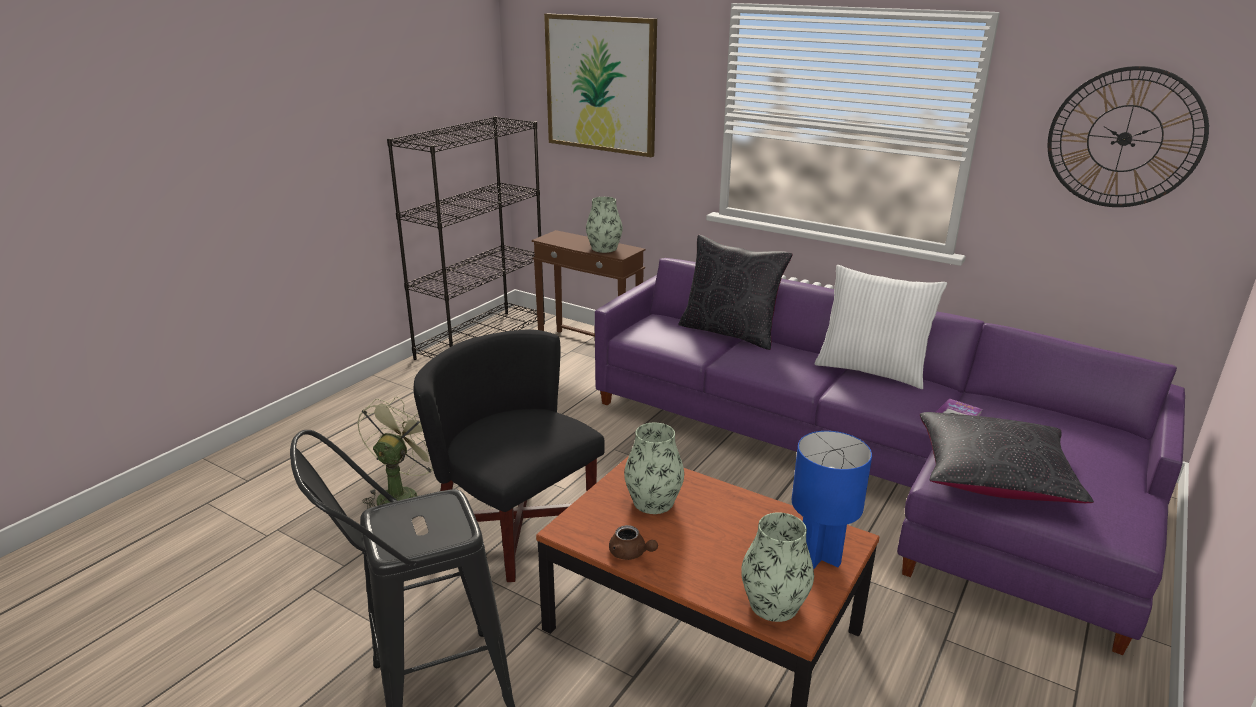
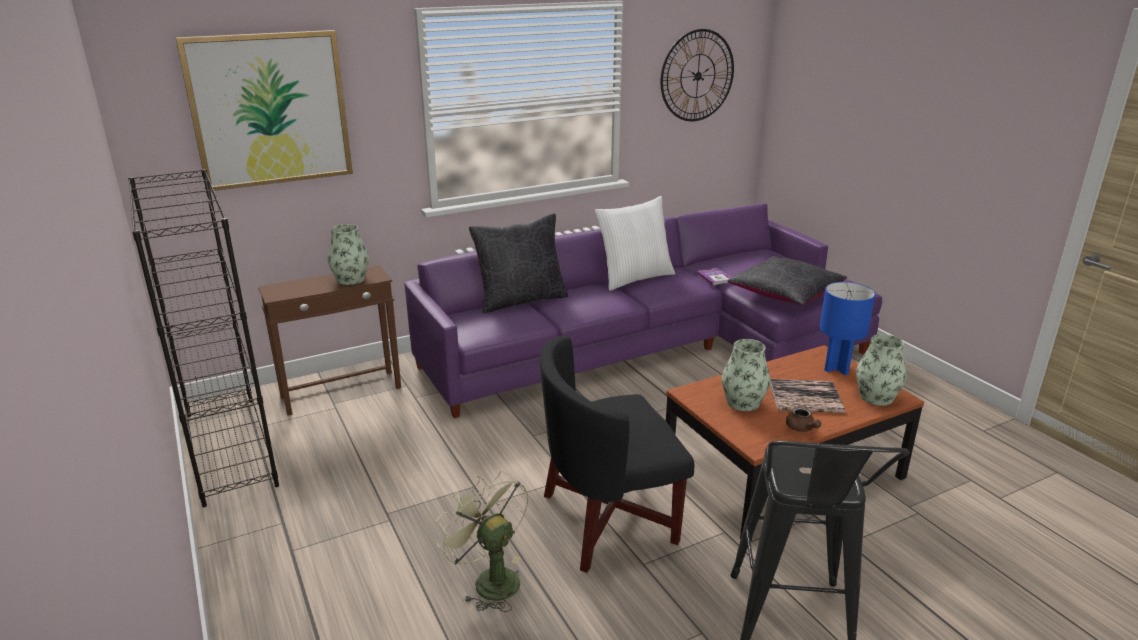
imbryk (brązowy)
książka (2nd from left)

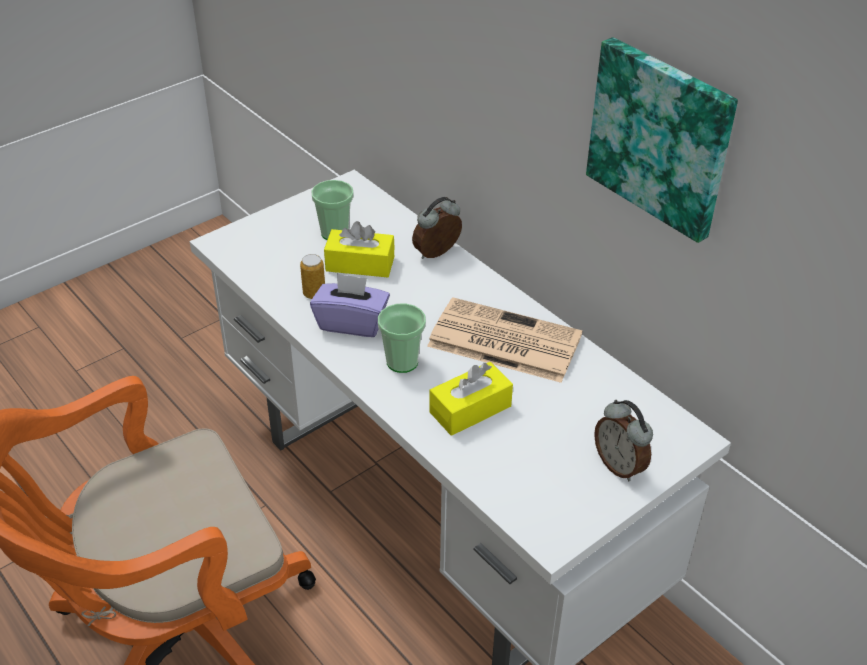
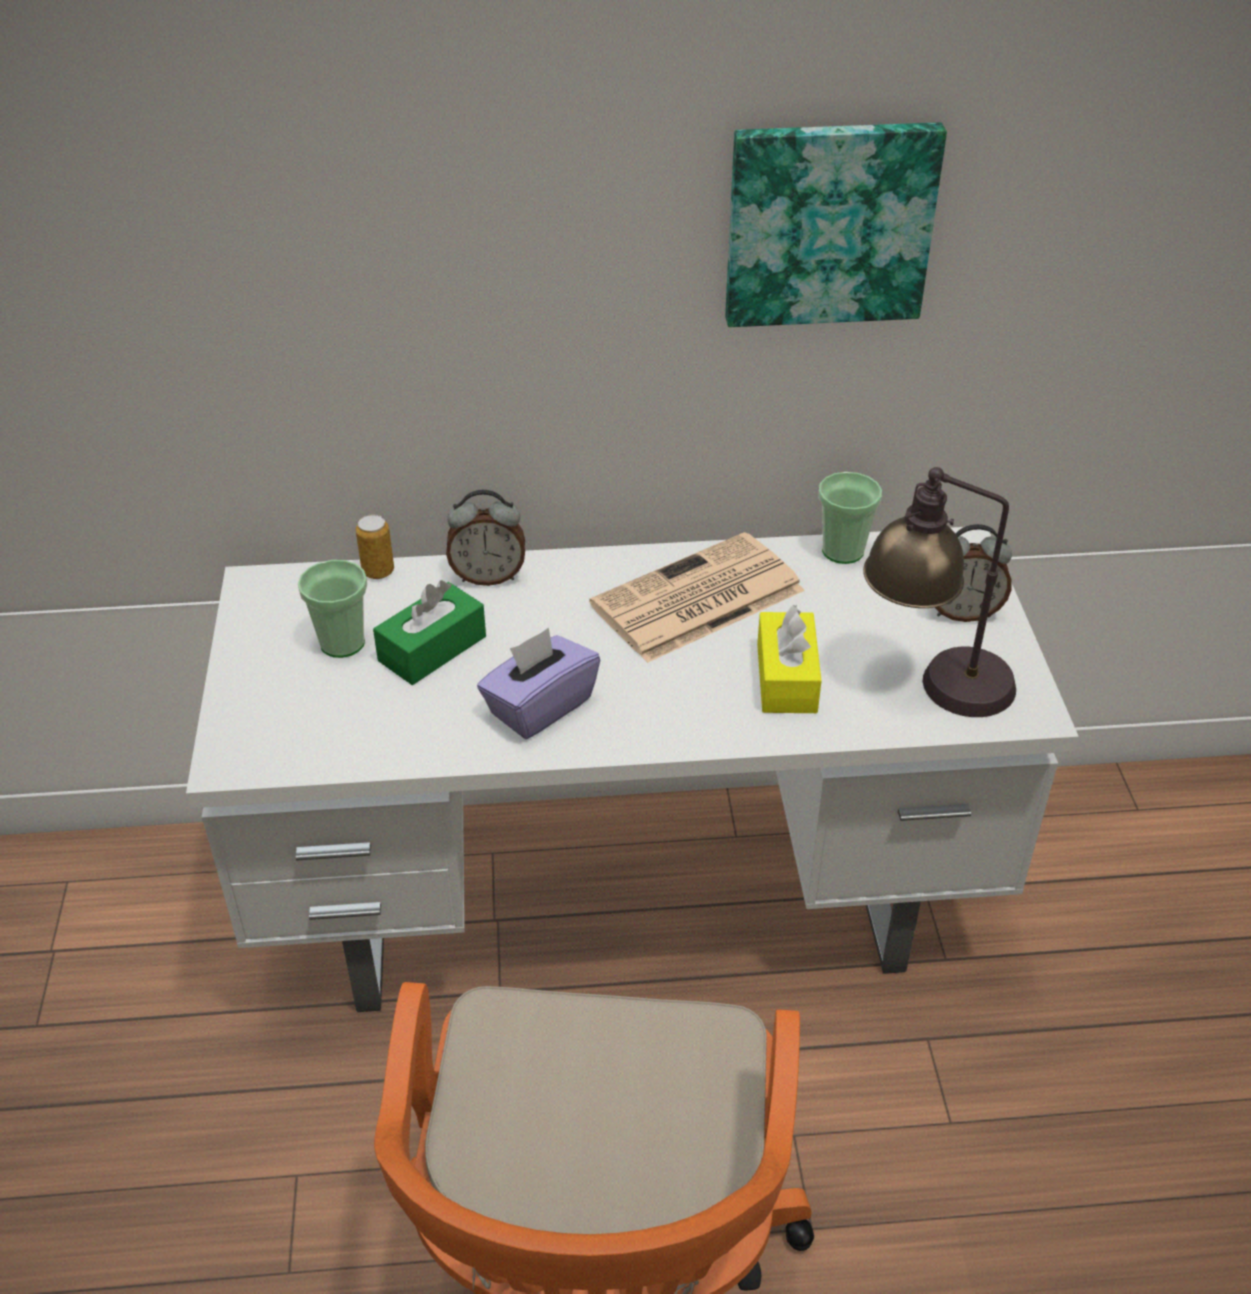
puszka
pudełko chusteczek (zielony)
filiżanka (2nd from left)
budzik (1st from left)
lampa stołowa

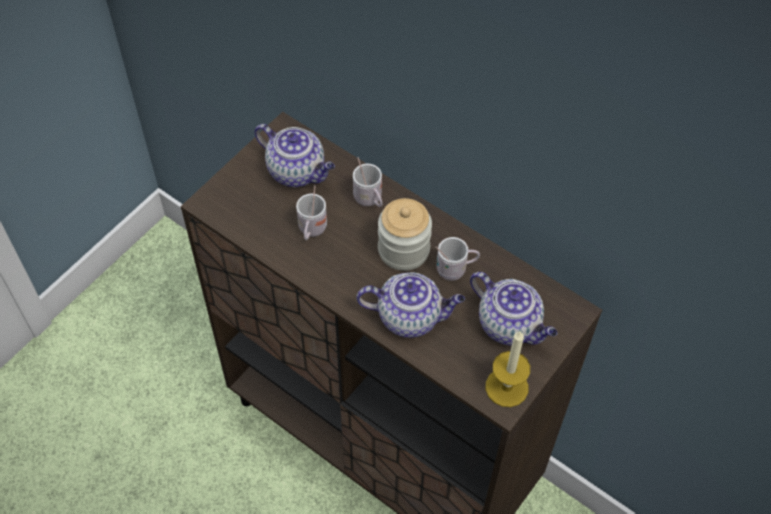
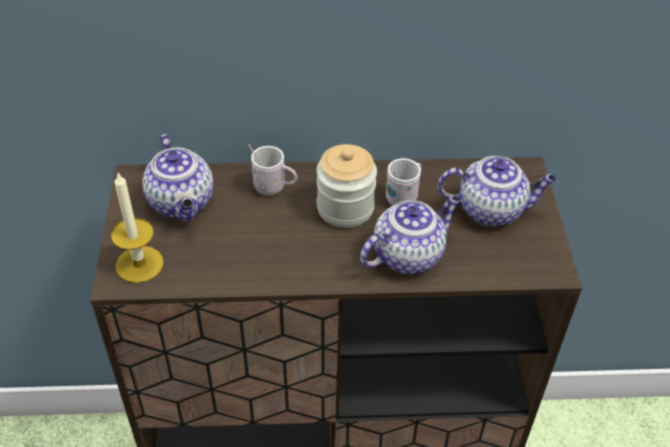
imbryk (1st from left)
kubek (biały) (1st from left in the first image)
świeca

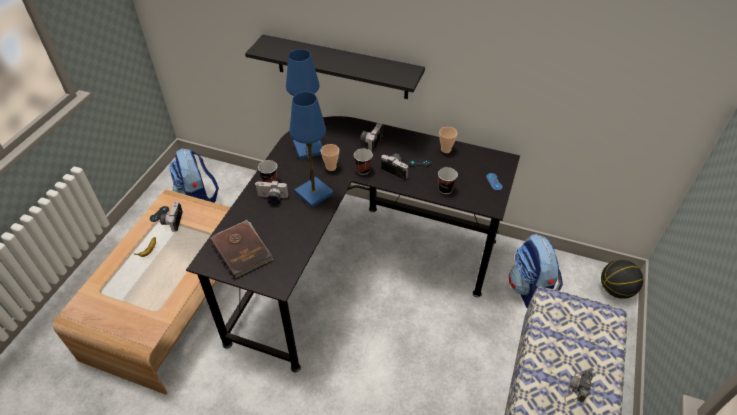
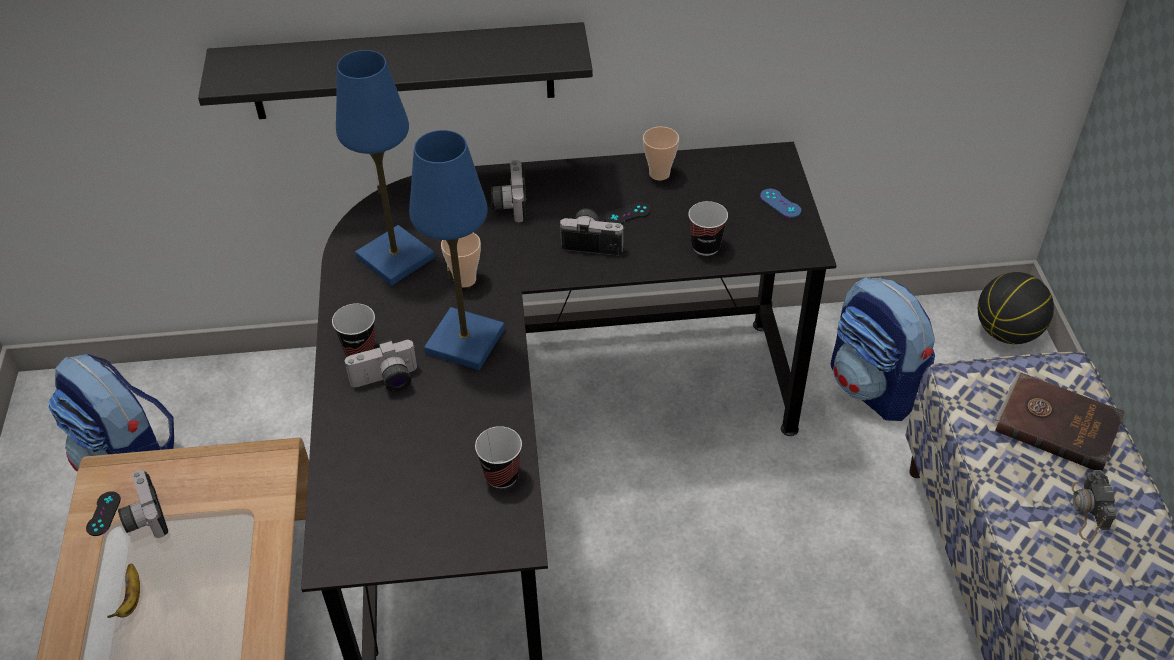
książka (brązowy)
filiżanka (3rd from left)

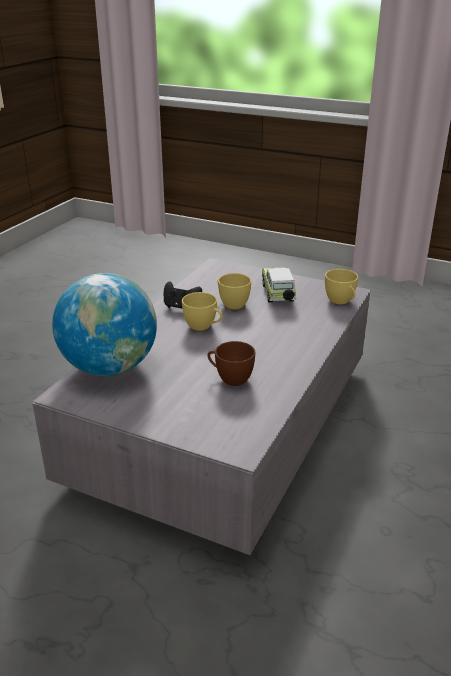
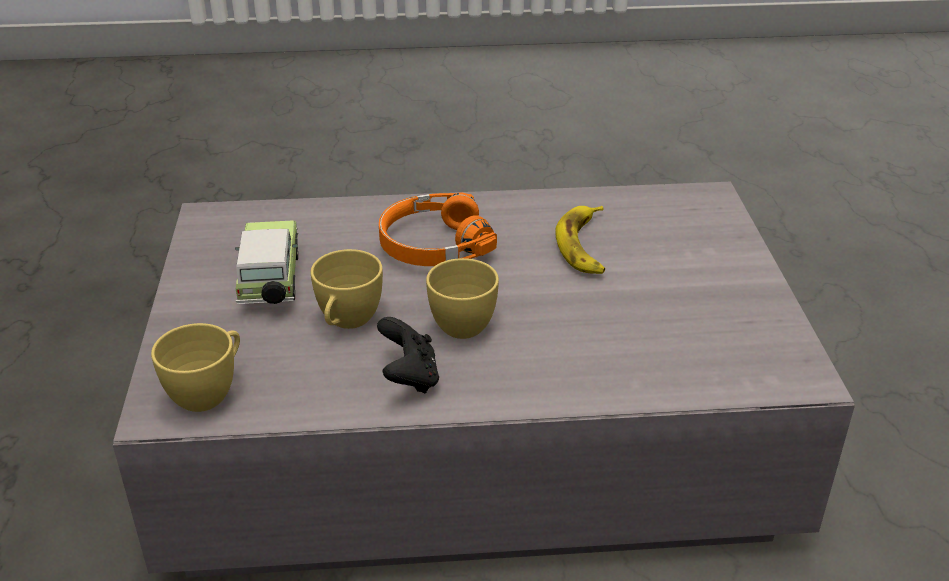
globus
banan
samochodzik
filiżanka (żółty) (1st from left)
słuchawki (pomarańczowy)

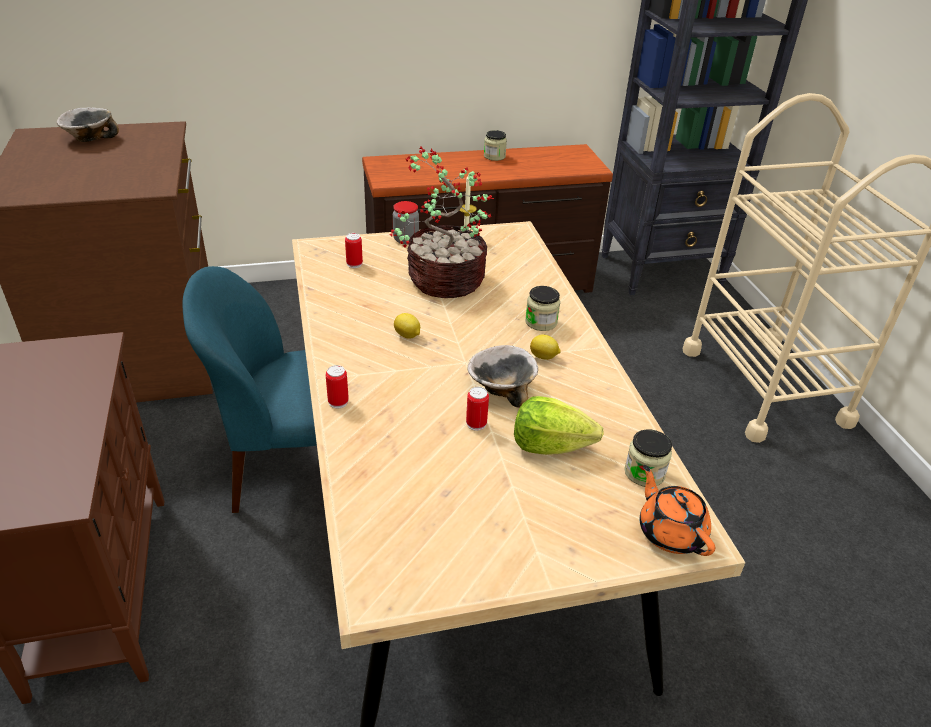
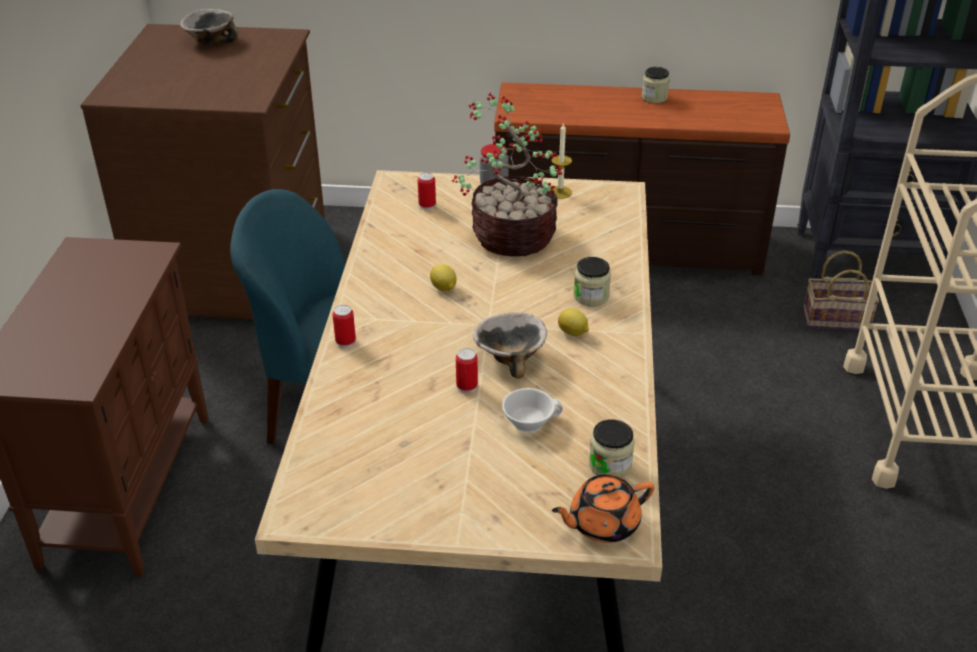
filiżanka (biały)
imbryk (pomarańczowy)
koszyk

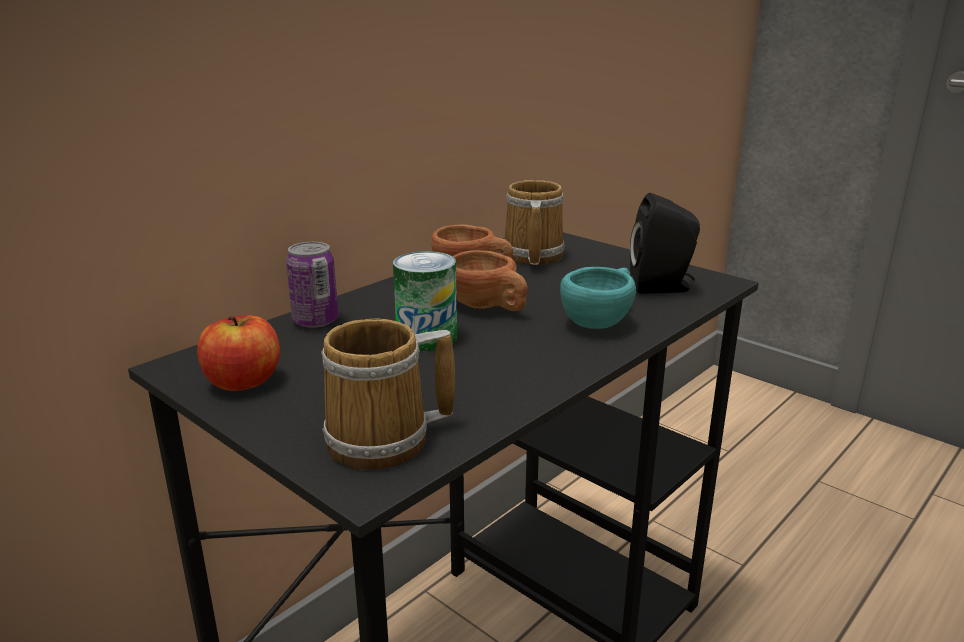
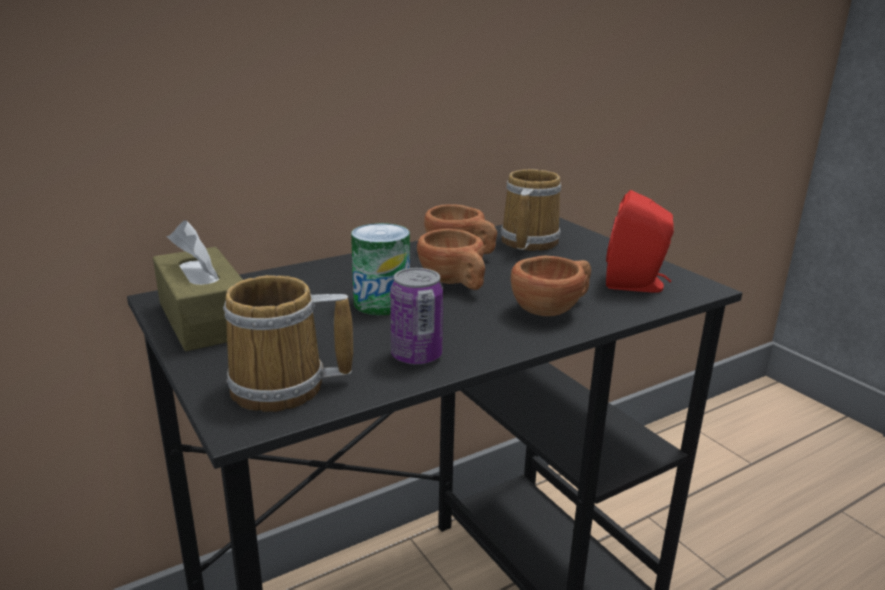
pudełko chusteczek (brązowy)
puszka (2nd from left)
filiżanka (brązowy) (3rd from left)
głośnik (czerwony)

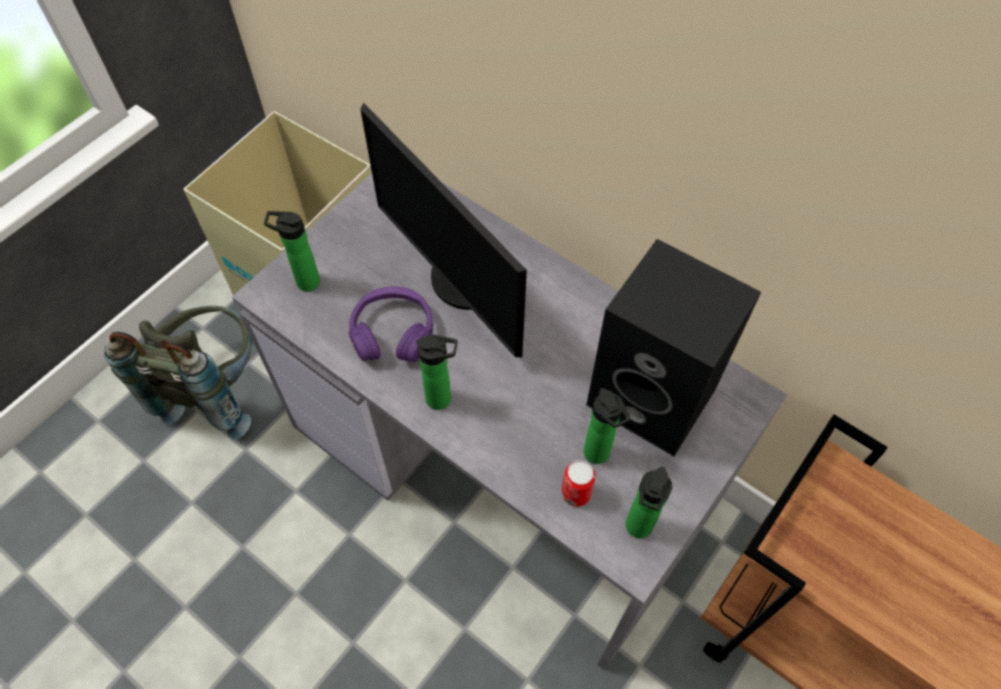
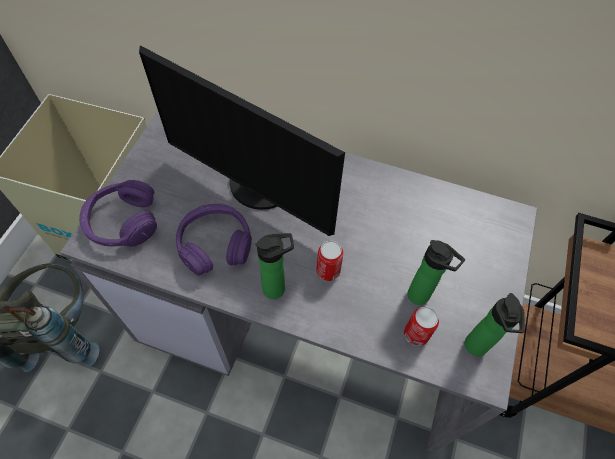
słuchawki (fioletowy) (1st from left)
głośnik (czarny)
puszka (1st from left)

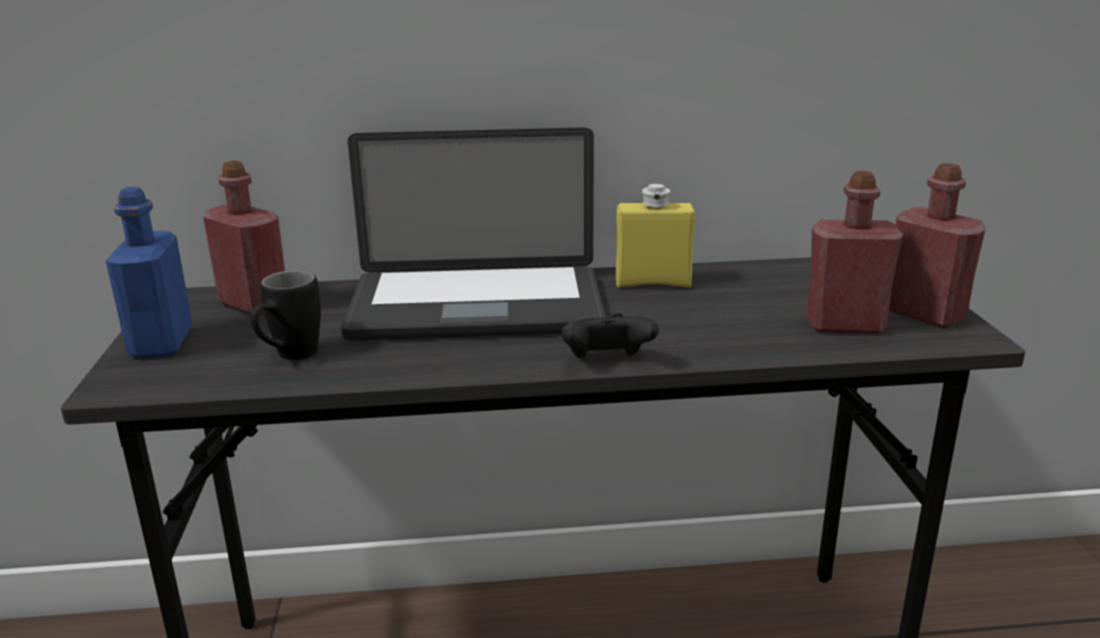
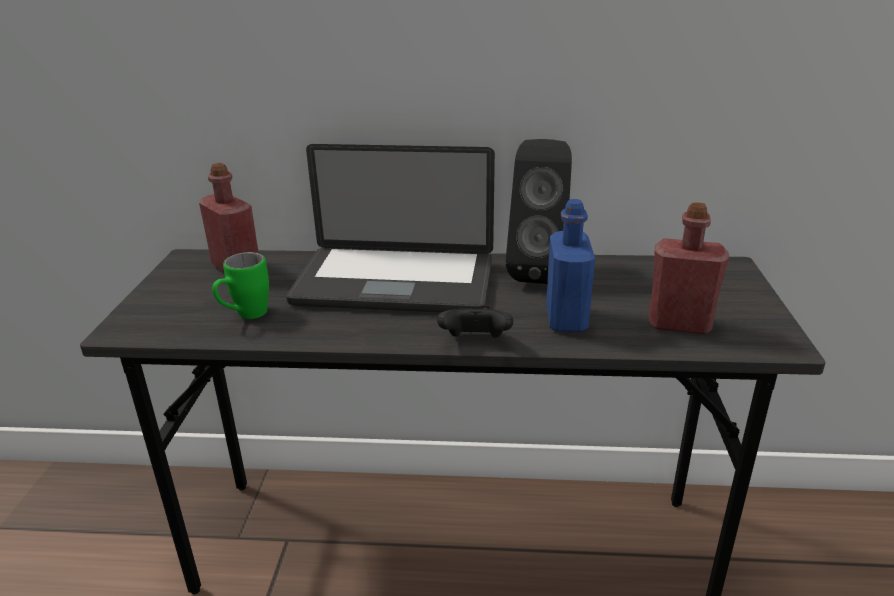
butelka (niebieski)
kubek (zielony)
głośnik (czarny)
butelka (czerwony) (3rd from left in the first image)

